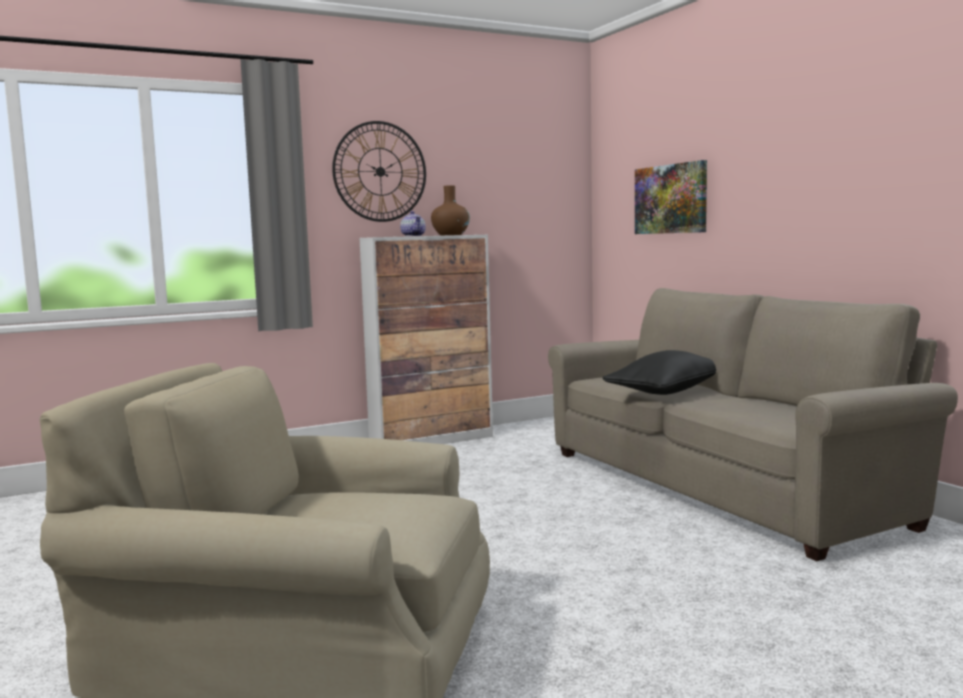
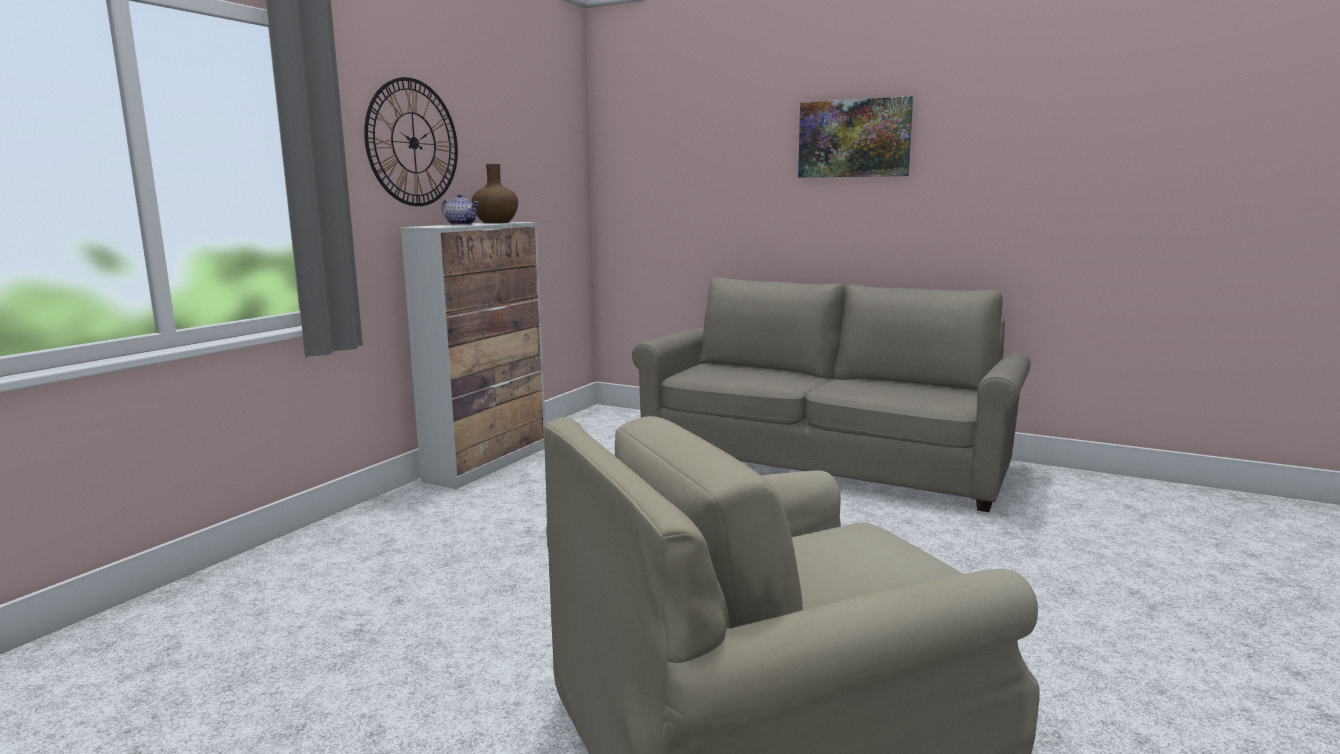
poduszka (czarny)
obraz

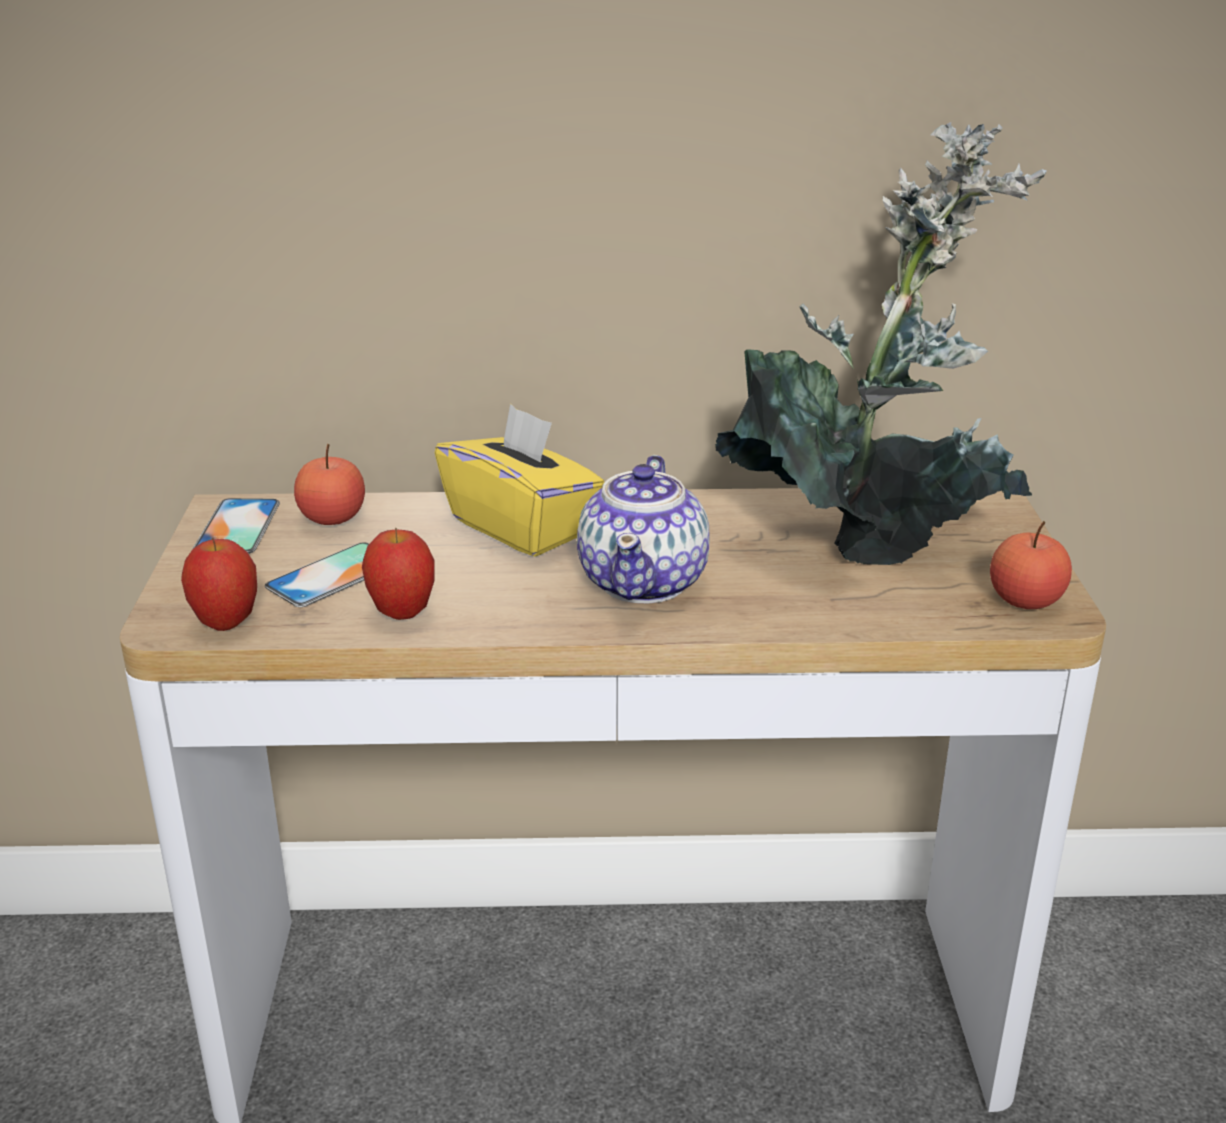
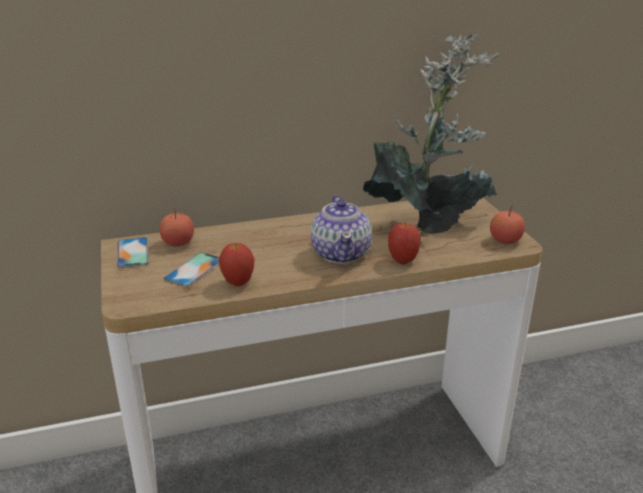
jabłko (3rd from left)
pudełko chusteczek (żółty)

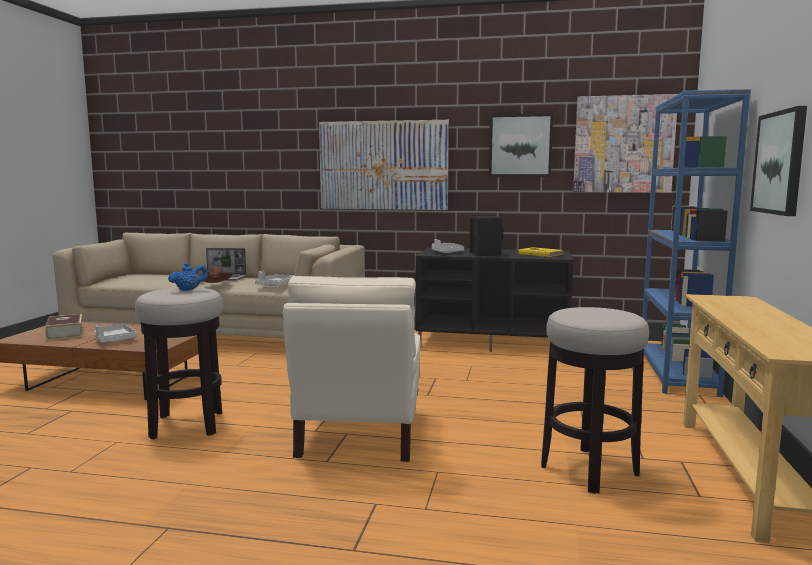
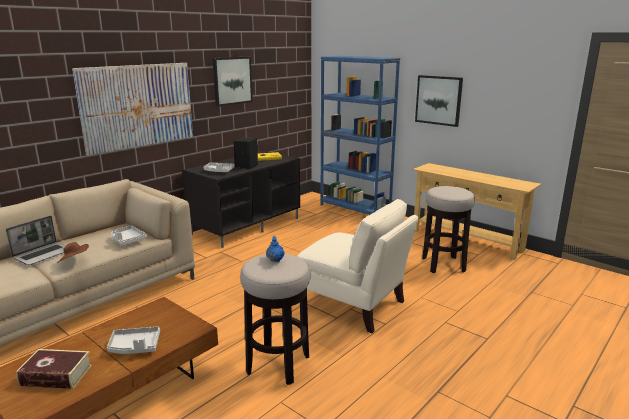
obraz (3rd from left in the first image)

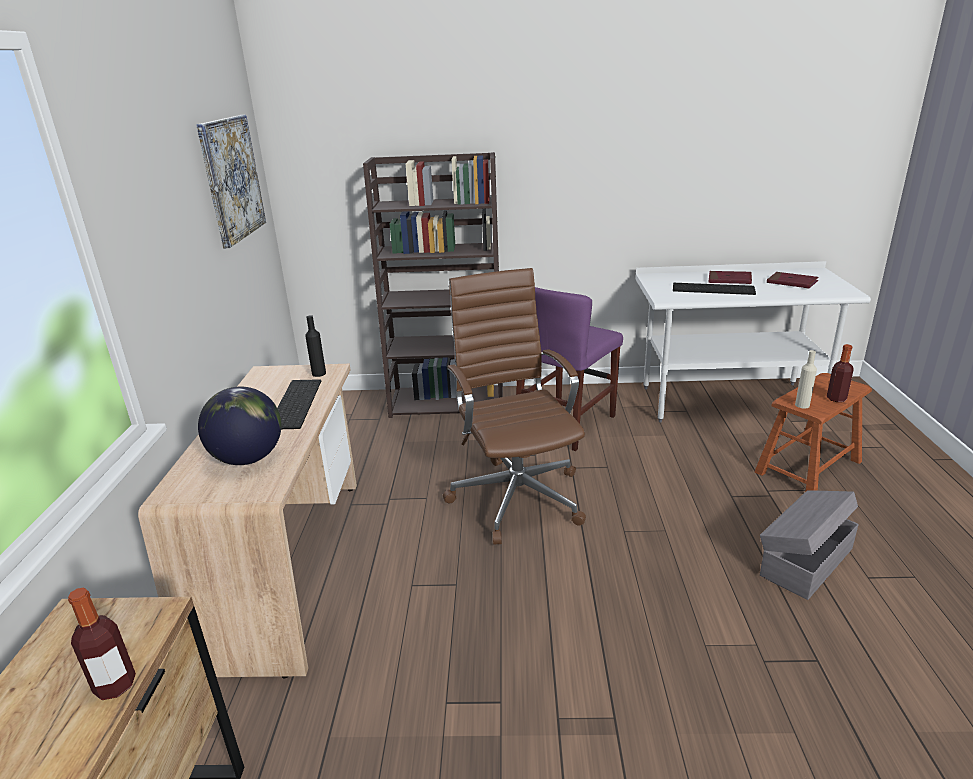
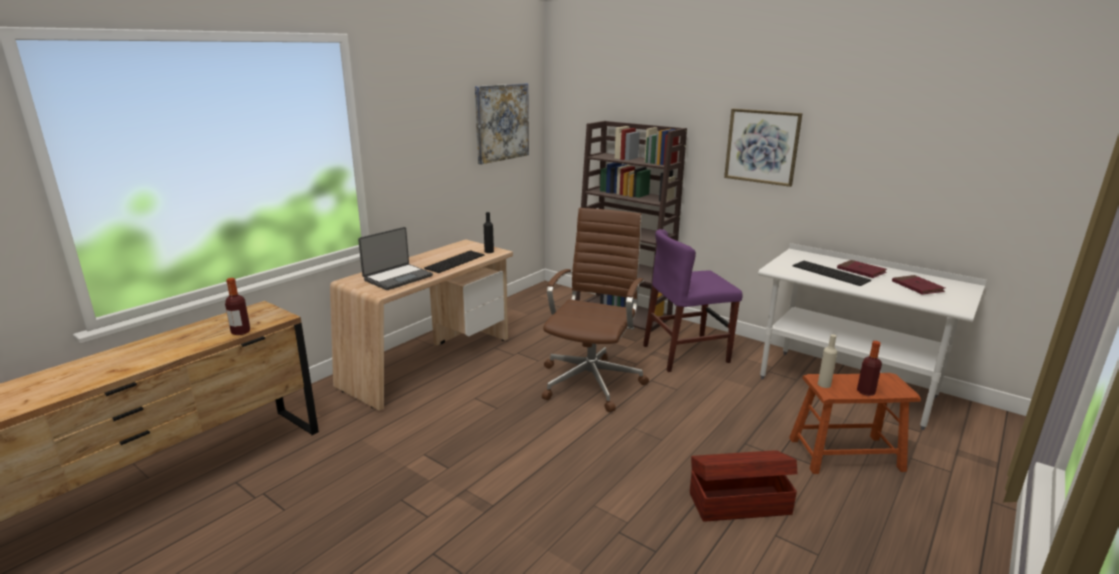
laptop
pojemnik do przechowywania (brązowy)
obraz (2nd from left)

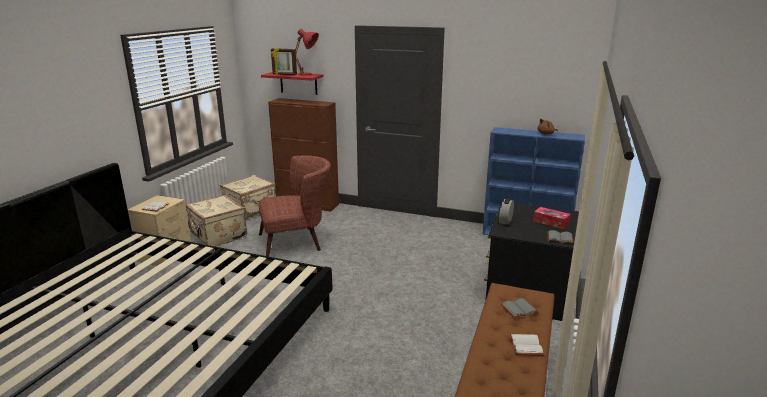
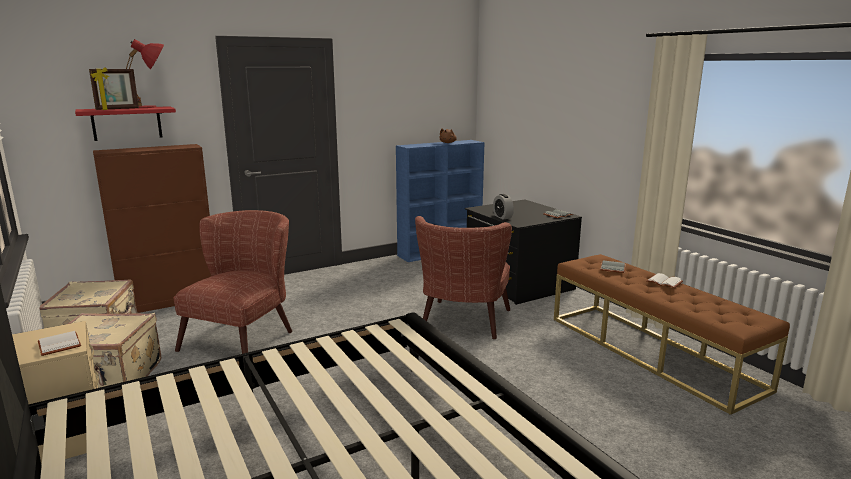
pudełko chusteczek
fotel (brązowy) (2nd from left)

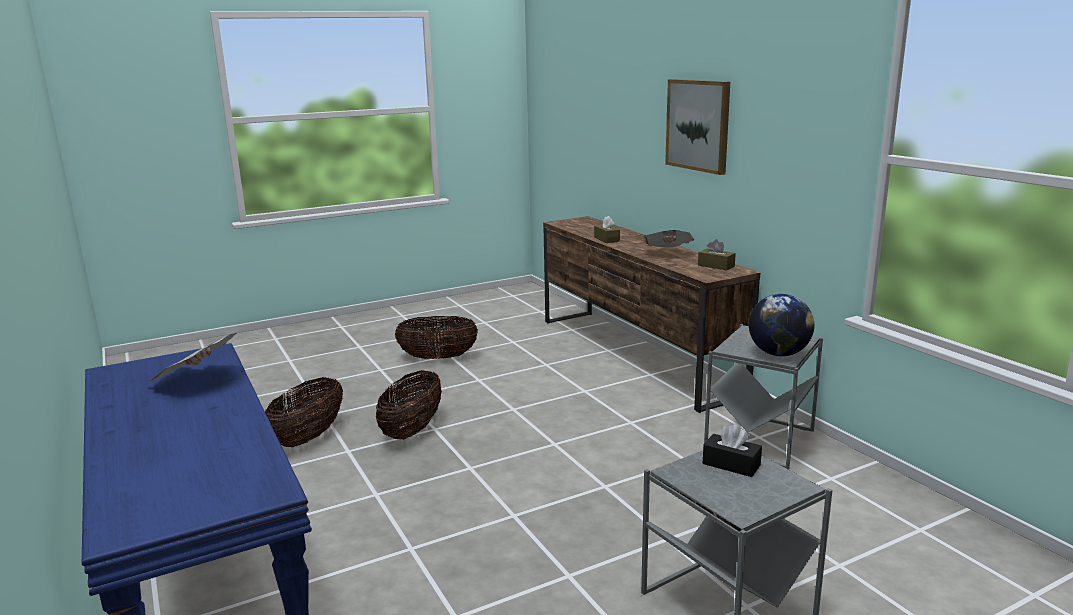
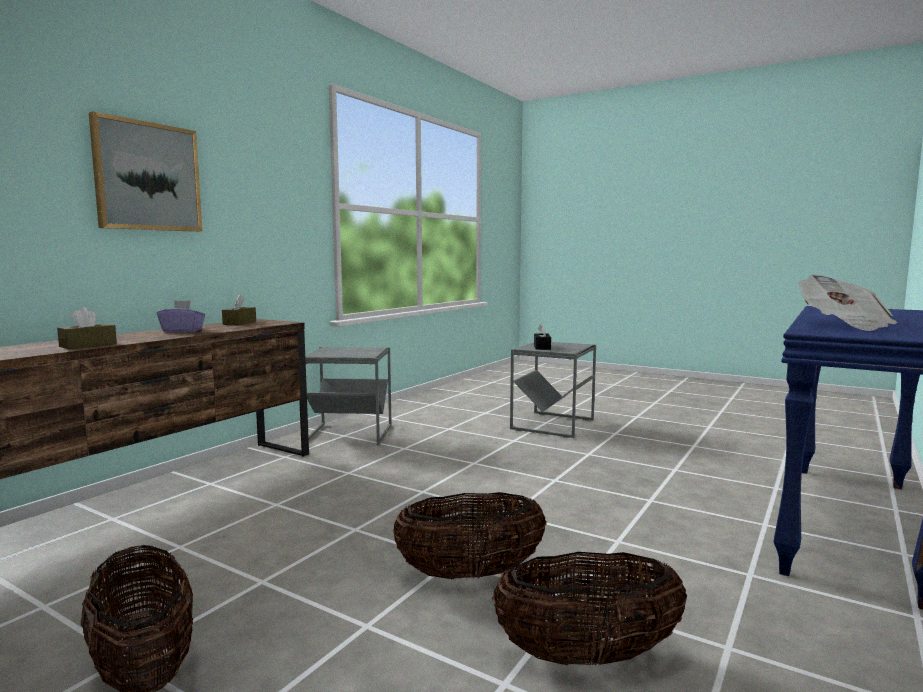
pudełko chusteczek (fioletowy)
globus

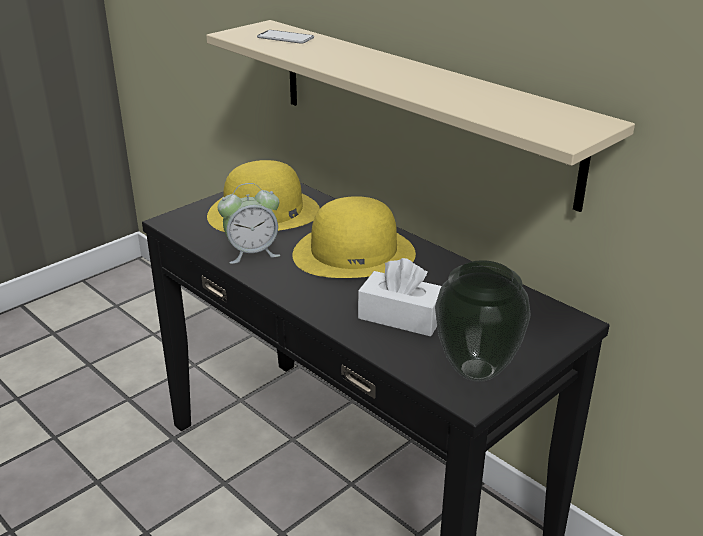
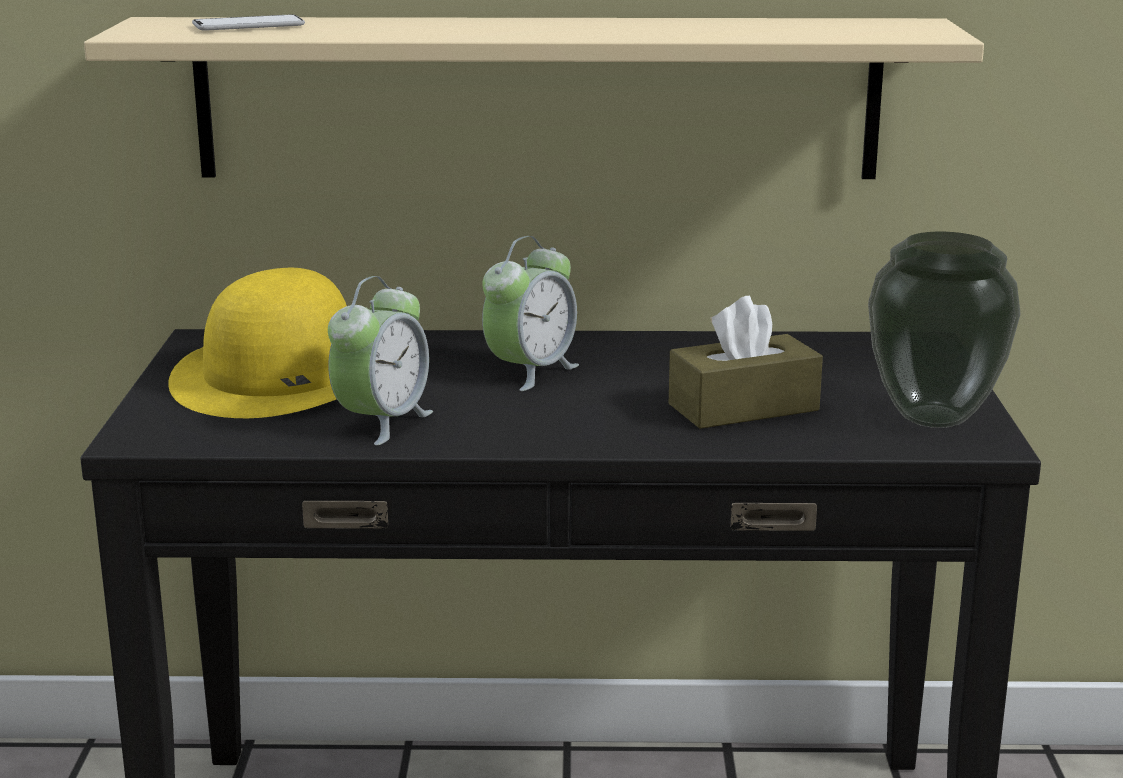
budzik (2nd from left)
pudełko chusteczek (brązowy)

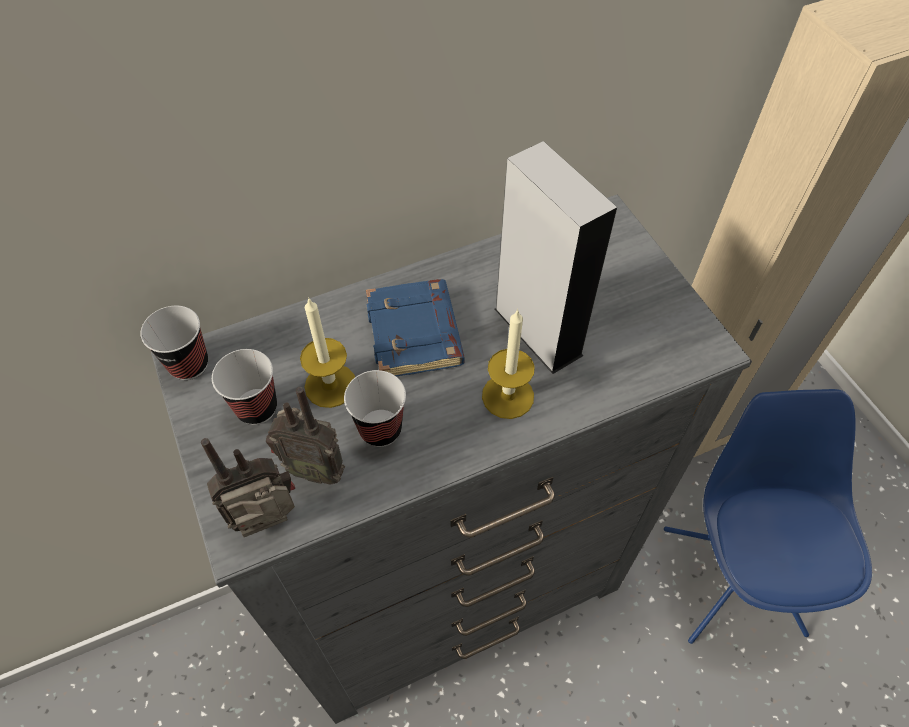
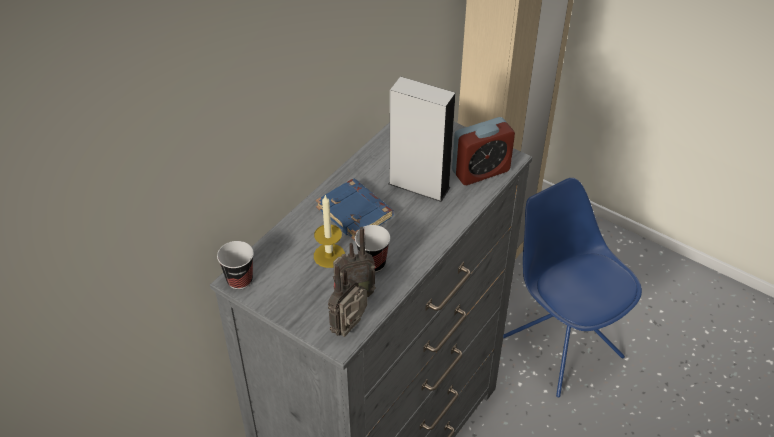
filiżanka (2nd from left in the first image)
świeca (2nd from left in the first image)
budzik

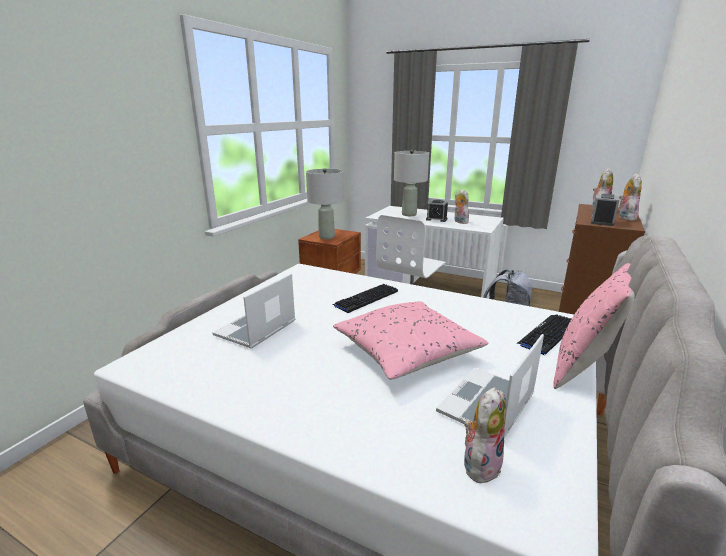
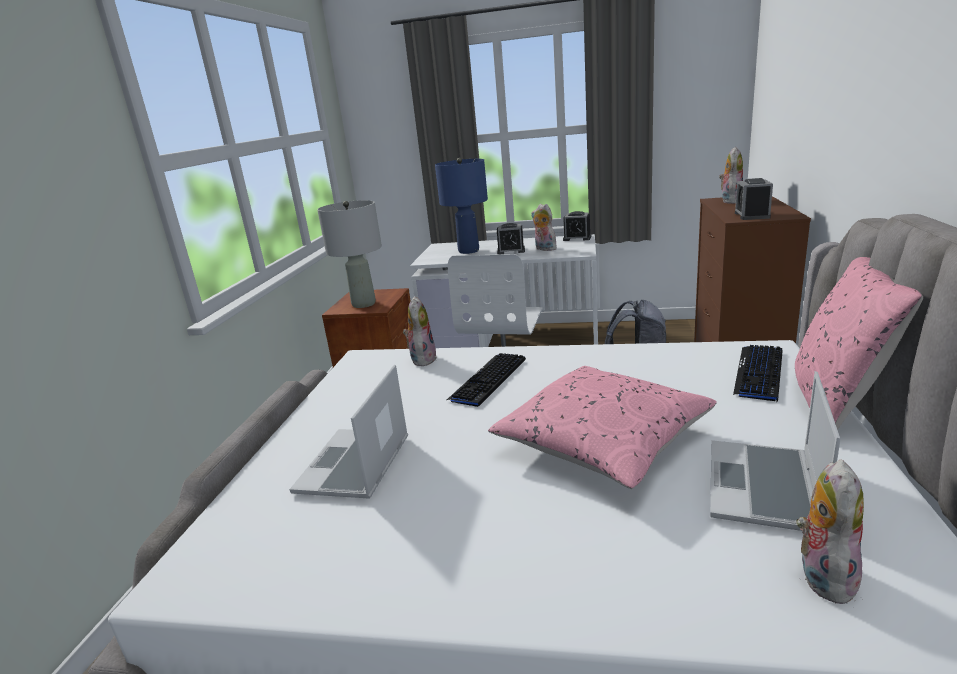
lampa stołowa (niebieski)
pluszak (1st from left)
budzik (2nd from left)

